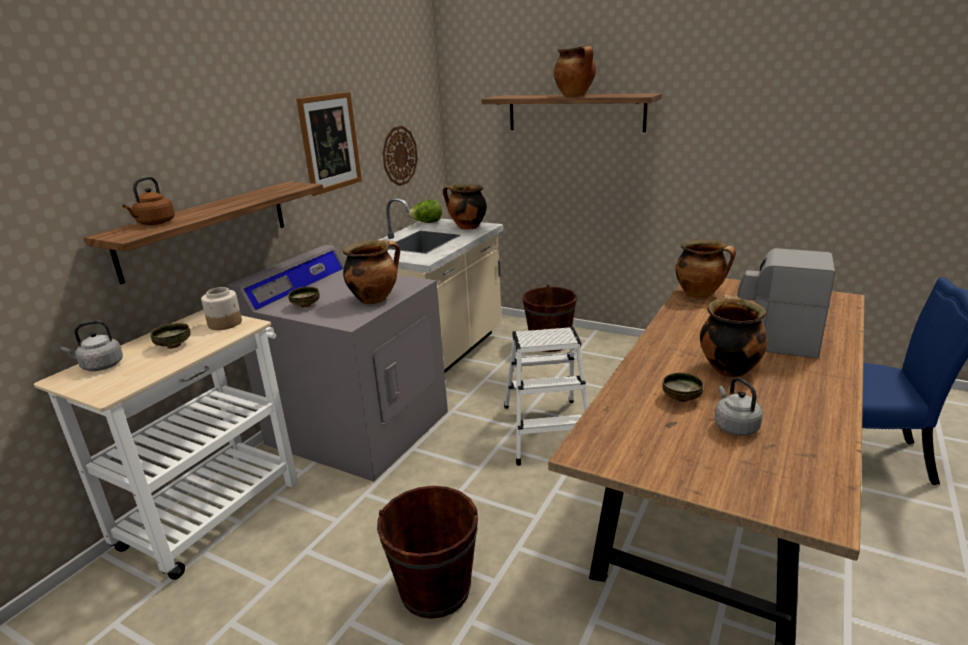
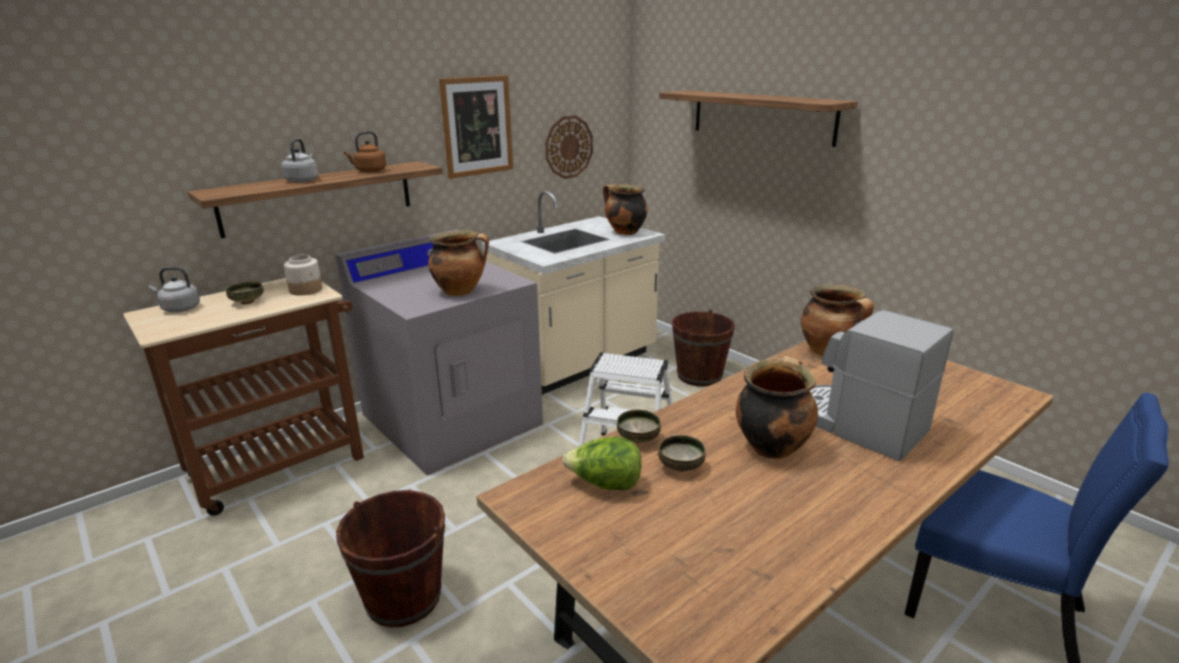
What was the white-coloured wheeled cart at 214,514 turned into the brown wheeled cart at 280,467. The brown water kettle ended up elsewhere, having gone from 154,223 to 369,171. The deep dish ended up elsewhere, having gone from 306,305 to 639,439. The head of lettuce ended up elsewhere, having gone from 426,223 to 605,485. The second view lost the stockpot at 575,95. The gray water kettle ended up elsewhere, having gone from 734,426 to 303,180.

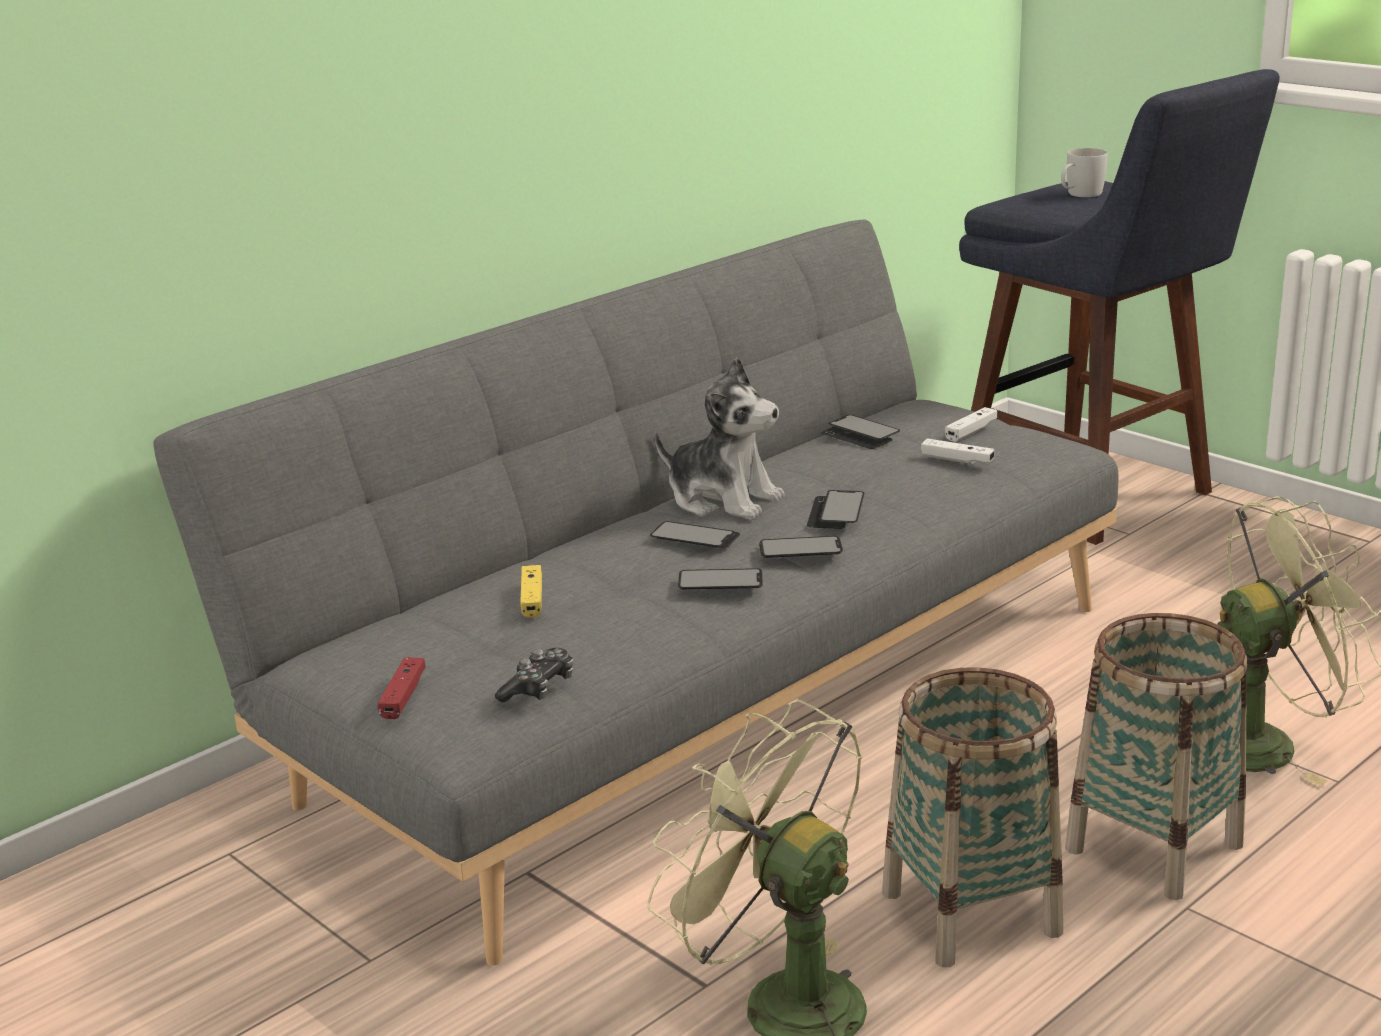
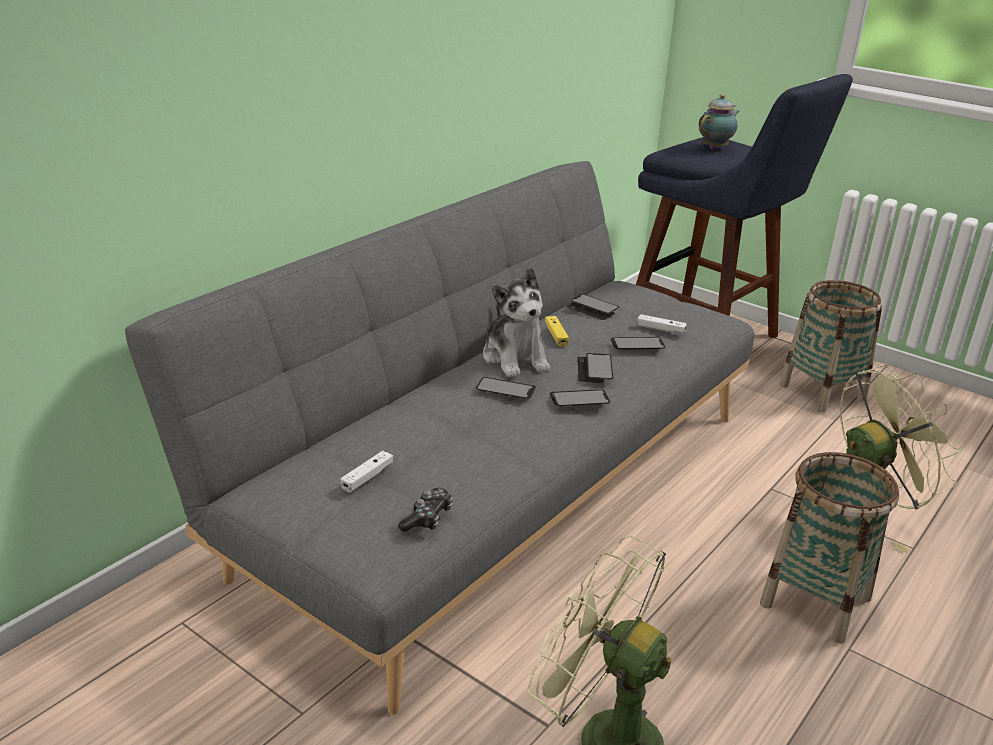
The second view lost the red game controller at 403,696. The yellow game controller ended up elsewhere, having gone from 532,599 to 556,335. The plush toy at 723,499 ended up facing another way, 45 degrees clockwise from before. The telephone ended up elsewhere, having gone from 720,582 to 637,345. The basket ended up elsewhere, having gone from 970,912 to 822,392. The white-coloured game controller ended up elsewhere, having gone from 971,431 to 367,477. Where the white-coloured coffee mug stood at 1079,195, the pot for tea came to stand at 715,148.

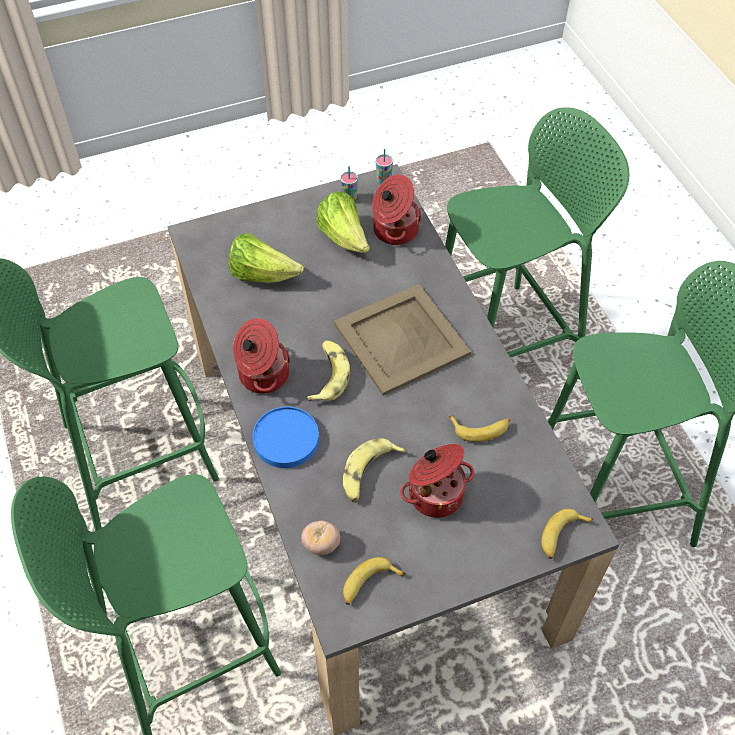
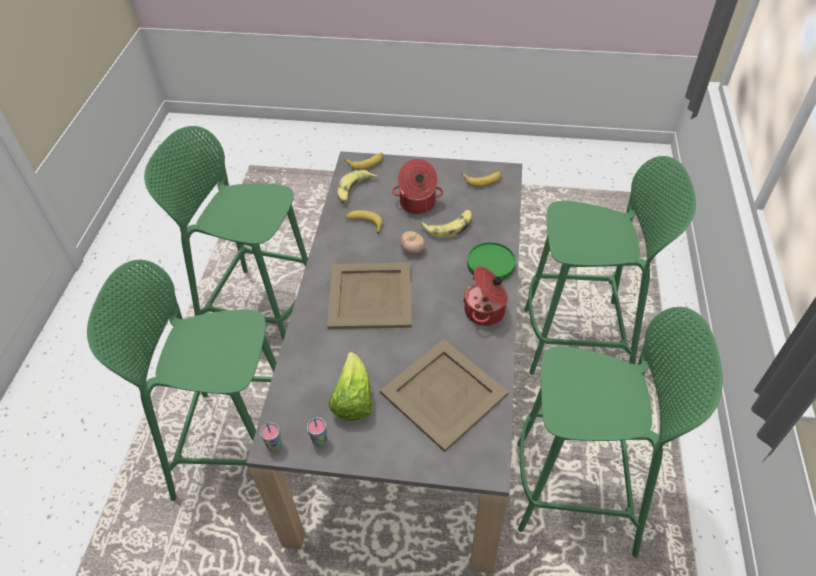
Where the head of lettuce stood at 262,275, the sand-coloured carrying tray came to stand at 444,394. What was the bluish flat dish at 285,439 turned into the greenish flat dish at 491,264. The fresh tomato ended up elsewhere, having gone from 321,544 to 412,250. The banana fruit ended up elsewhere, having gone from 328,375 to 354,190. The second view lost the stockpot at 394,230.

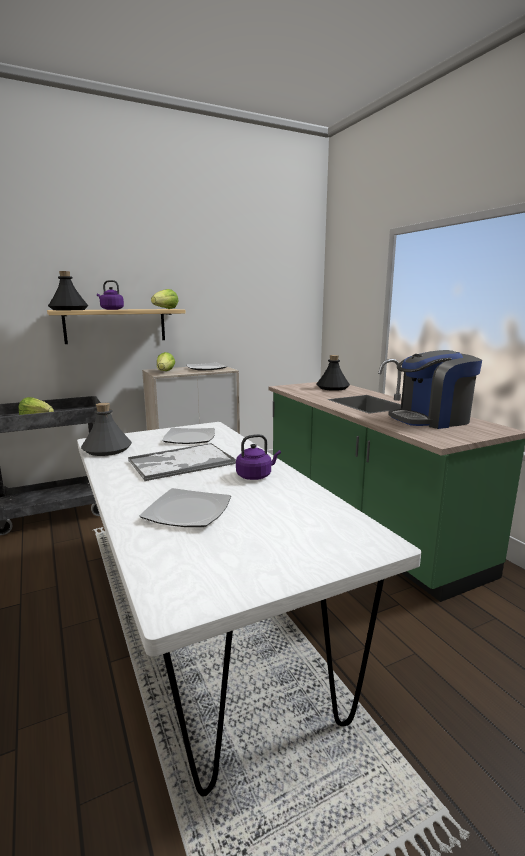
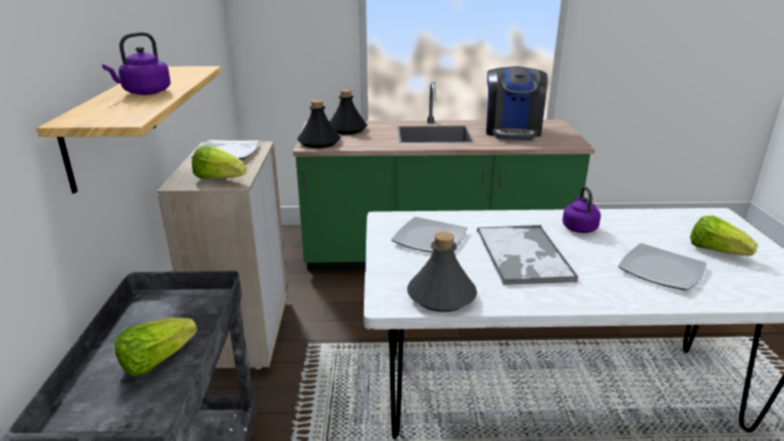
The black bottle ended up elsewhere, having gone from 68,310 to 319,142. The head of lettuce ended up elsewhere, having gone from 165,309 to 716,251.

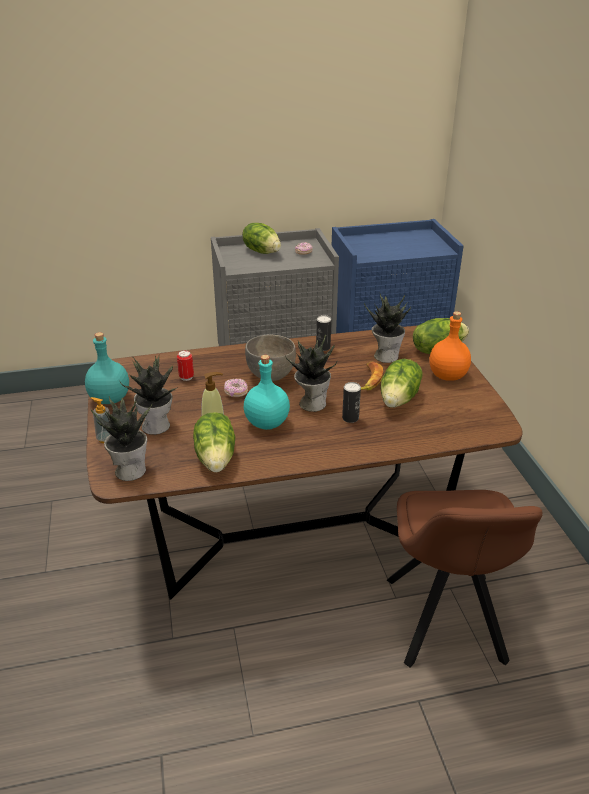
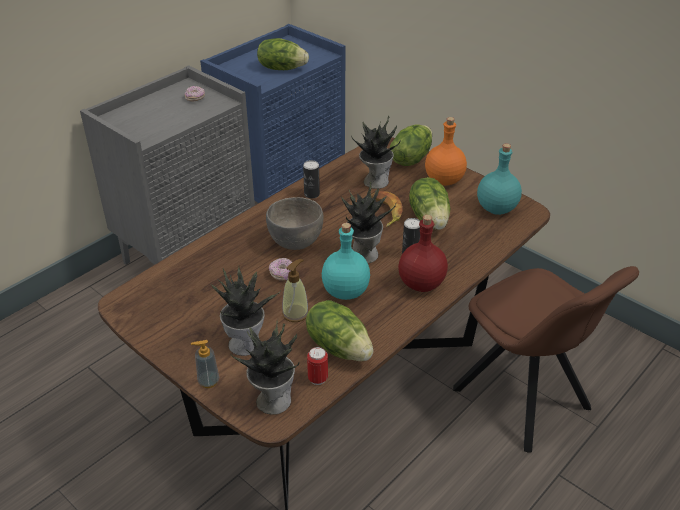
The turquoise-coloured bottle ended up elsewhere, having gone from 110,399 to 497,208. The sealed can ended up elsewhere, having gone from 186,377 to 318,379. The head of lettuce ended up elsewhere, having gone from 262,251 to 282,68. The second view gained the red bottle at 422,283.

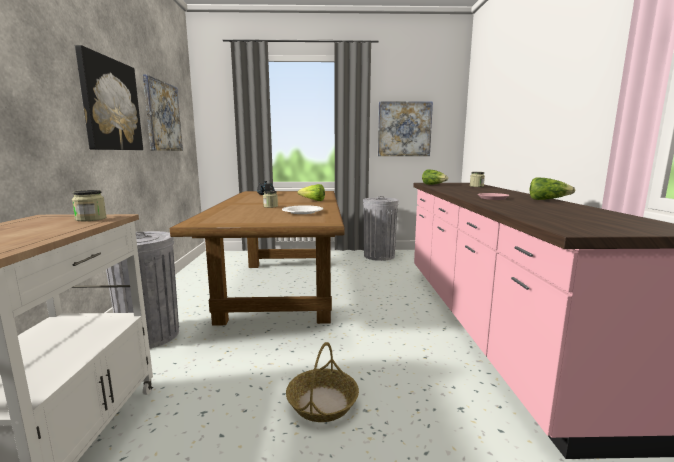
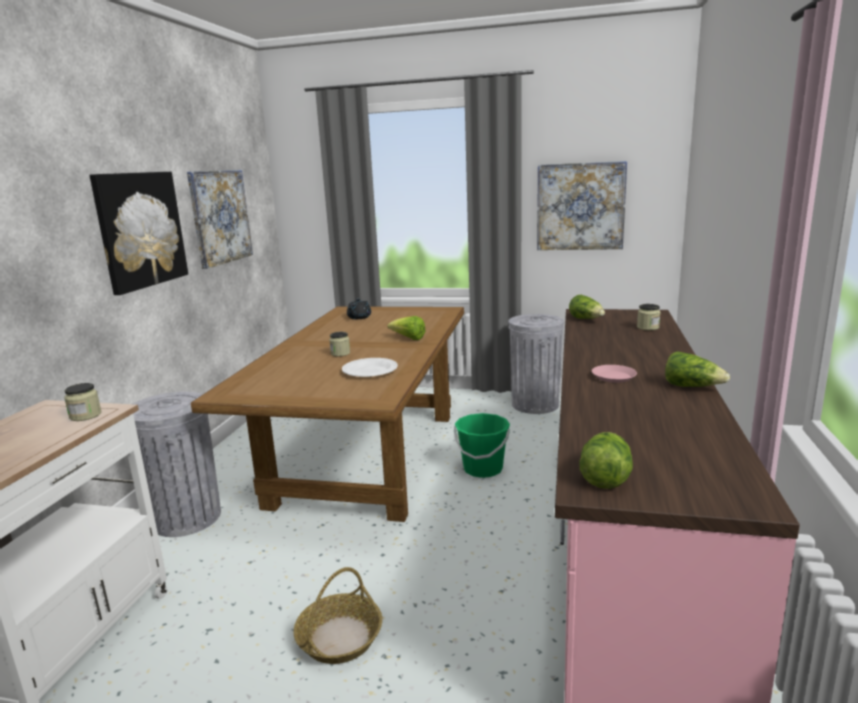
The second view gained the greenish pail at 482,469. The second view gained the head of lettuce at 604,476.

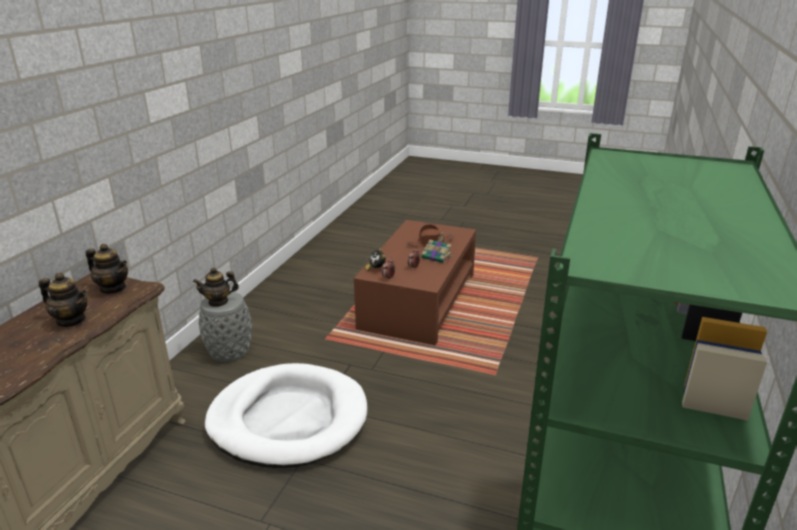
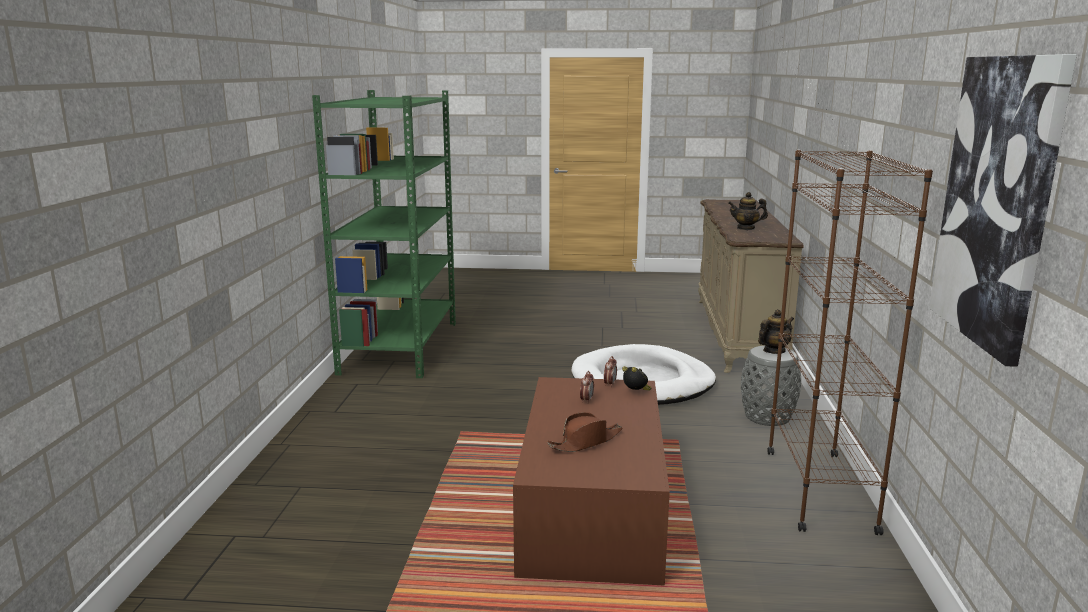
The second view lost the pot for tea at 113,288. The second view lost the volume at 437,257. The second view gained the brown bookcase at 819,489. The second view gained the wall art at 997,202.

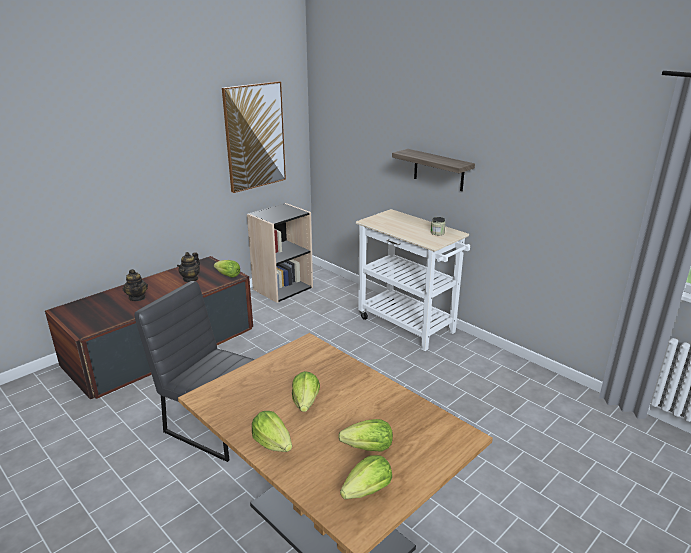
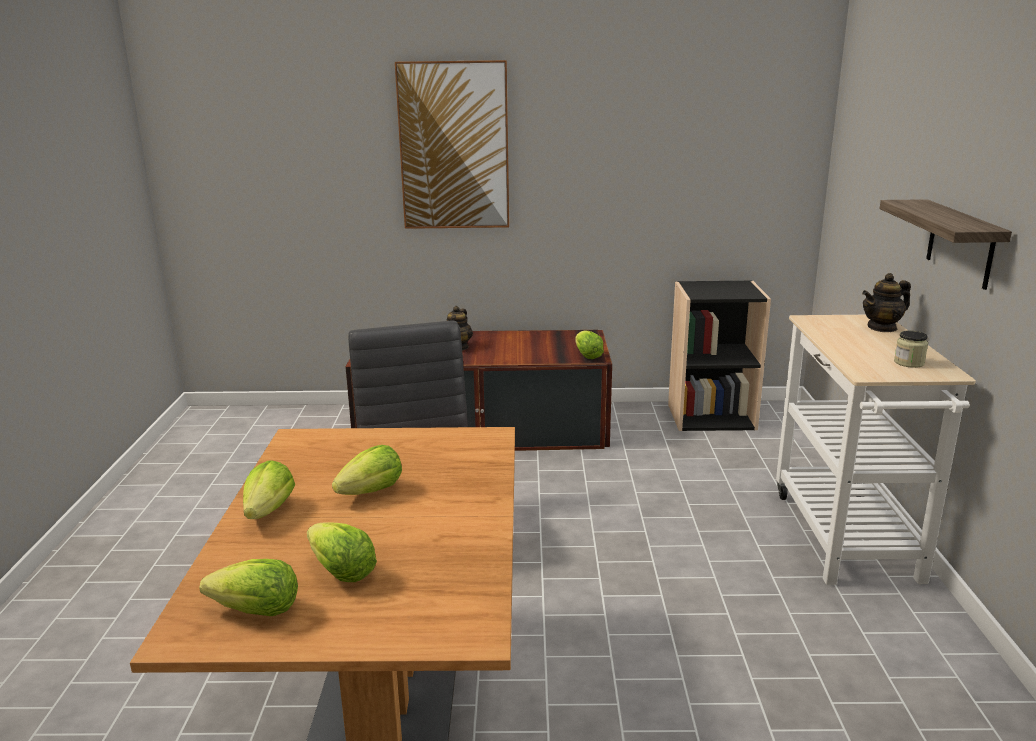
The pot for tea ended up elsewhere, having gone from 191,279 to 882,328. The wall art ended up elsewhere, having gone from 254,136 to 454,146.

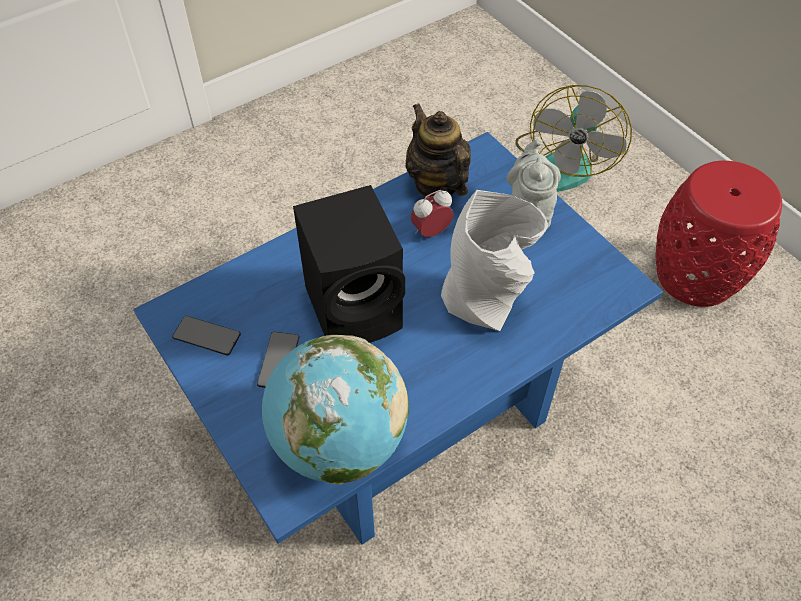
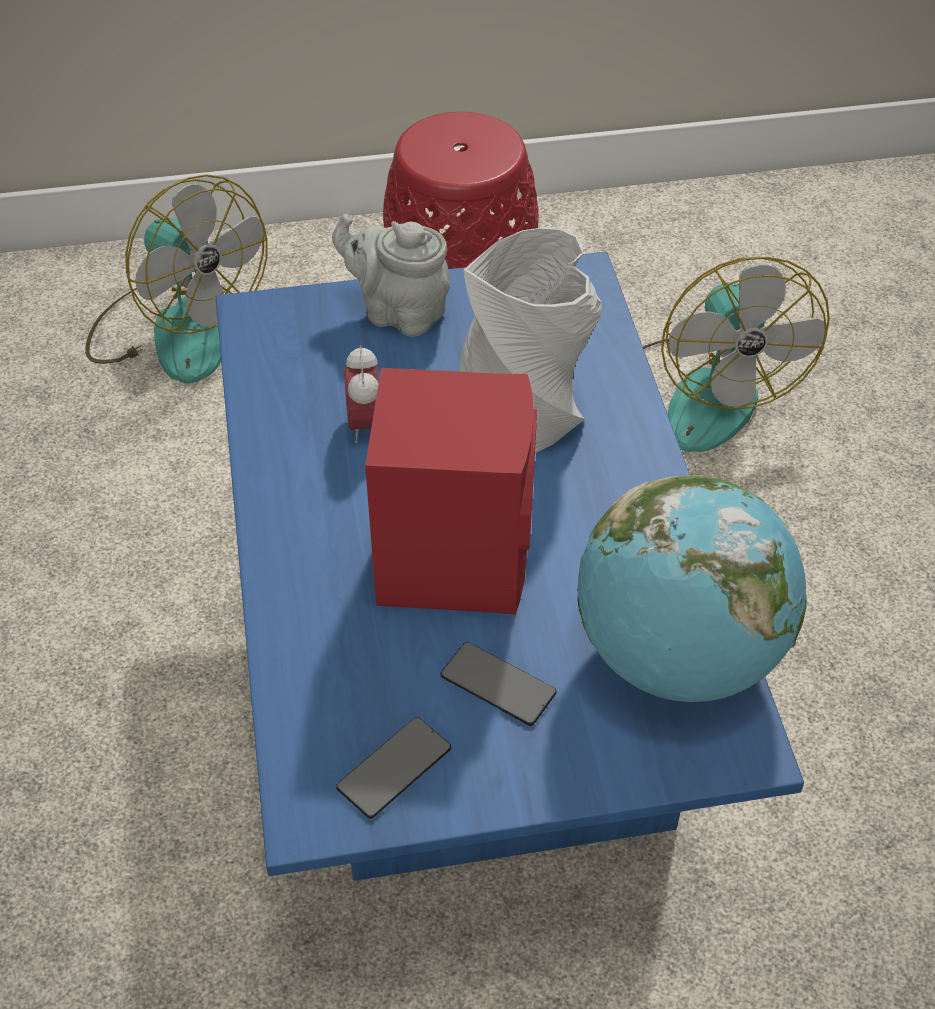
What was the black audio speaker at 357,308 turned into the red audio speaker at 454,557. The second view lost the pot for tea at 436,183. The second view gained the fan at 702,392.

